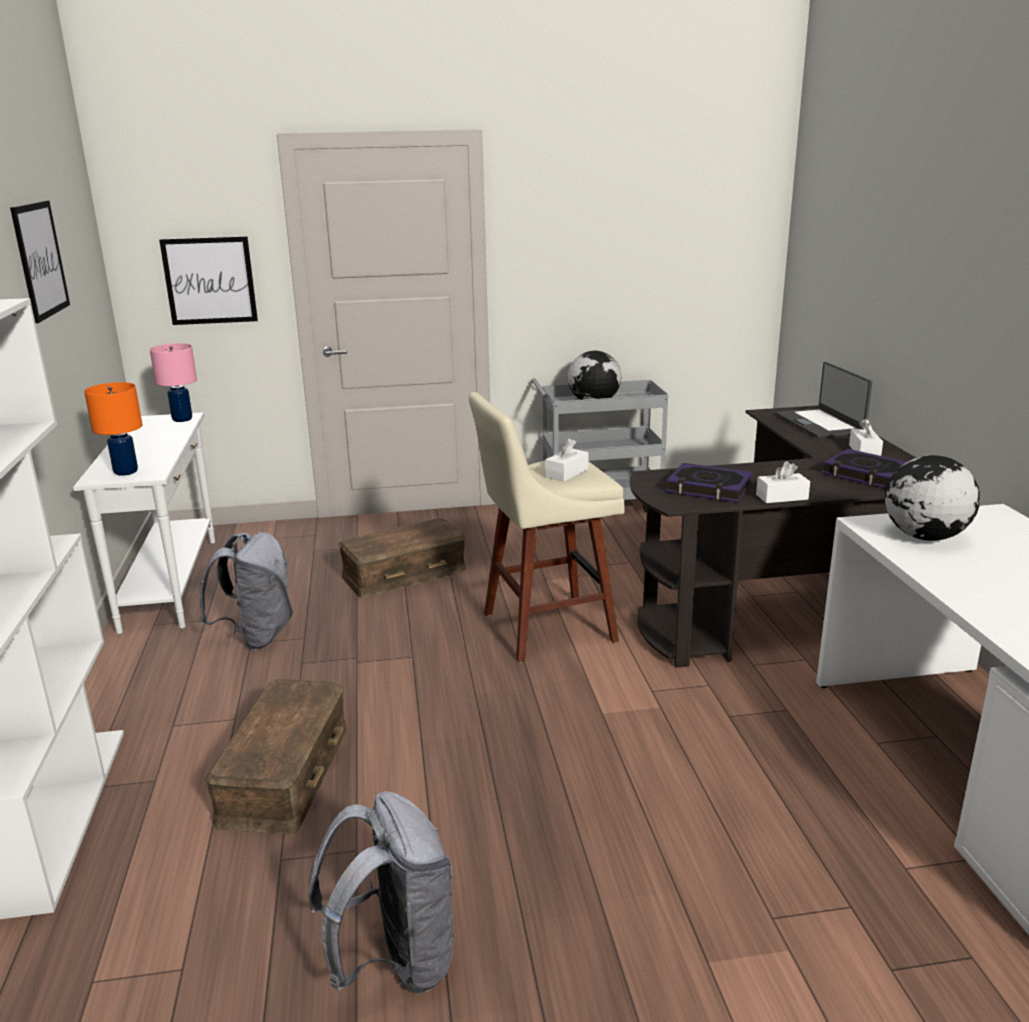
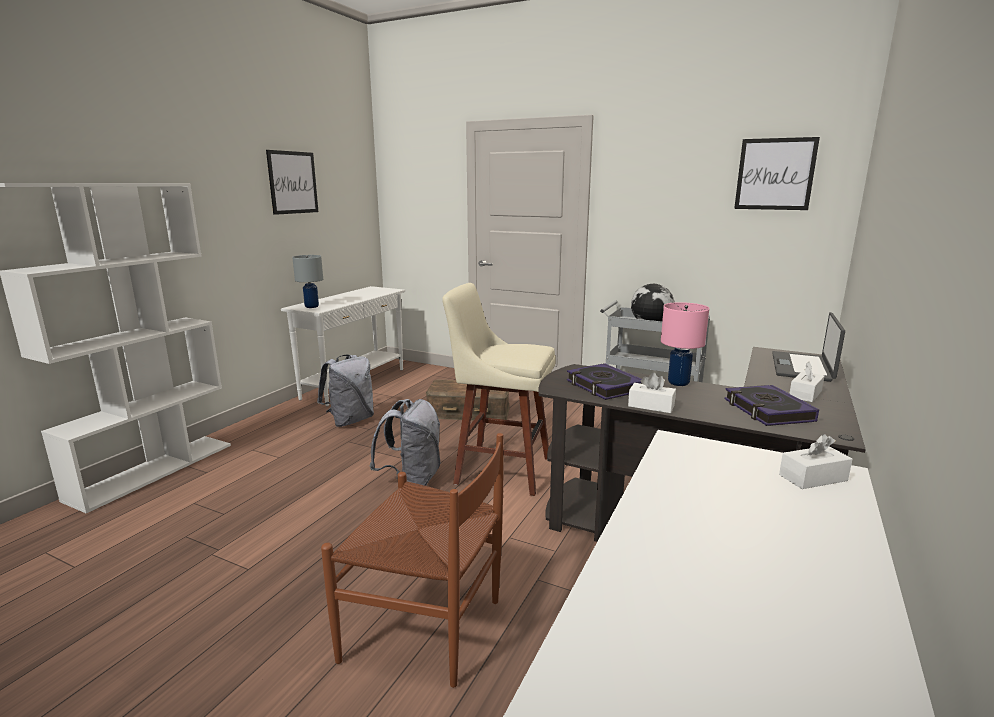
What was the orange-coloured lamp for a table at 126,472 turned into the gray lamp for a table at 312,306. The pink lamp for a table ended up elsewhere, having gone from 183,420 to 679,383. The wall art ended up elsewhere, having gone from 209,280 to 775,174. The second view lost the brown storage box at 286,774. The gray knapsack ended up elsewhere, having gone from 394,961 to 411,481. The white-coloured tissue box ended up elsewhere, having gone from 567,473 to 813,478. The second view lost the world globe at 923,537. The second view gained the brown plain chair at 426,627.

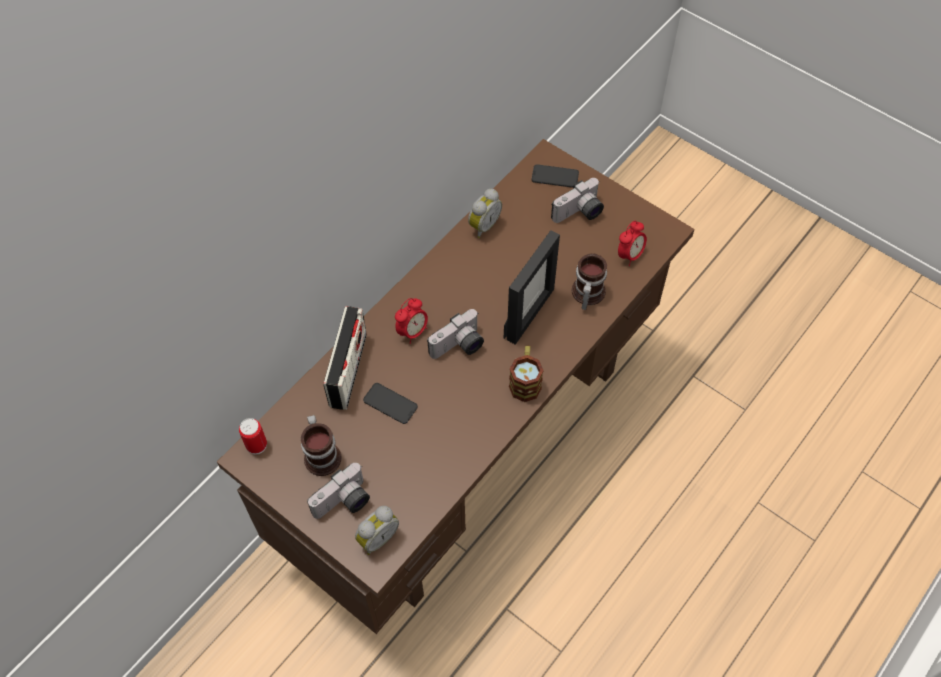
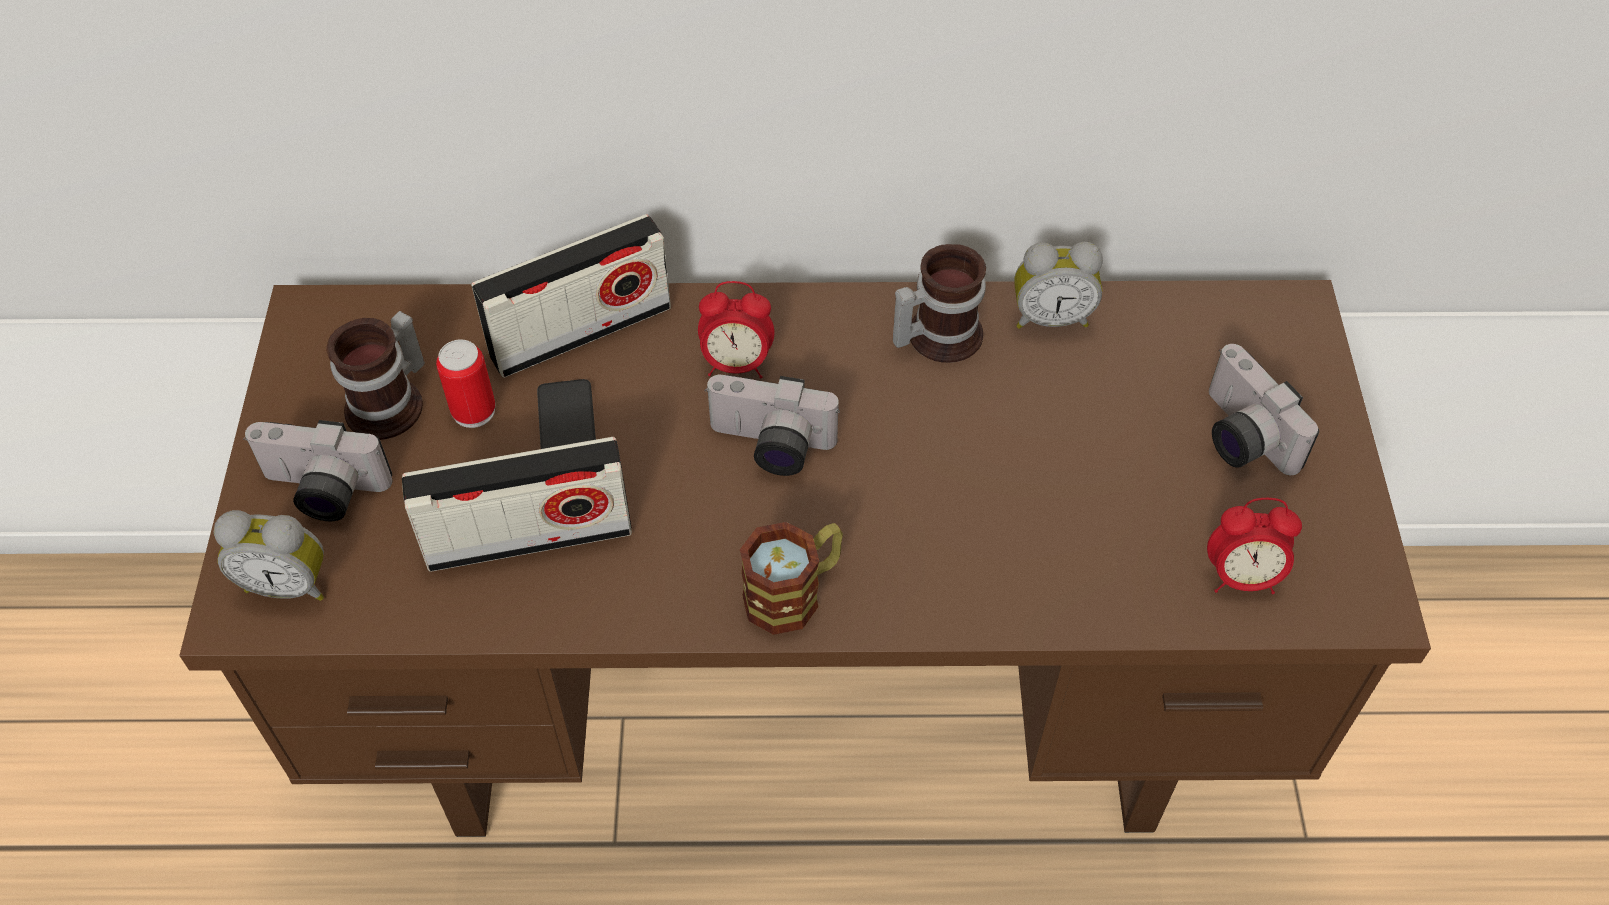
The sealed can ended up elsewhere, having gone from 256,445 to 473,411. The second view lost the photo frame at 529,313. The second view lost the telephone at 555,176. The still camera at 579,213 ended up facing another way, 45 degrees clockwise from before. The coffee mug ended up elsewhere, having gone from 586,294 to 936,334. The second view gained the radio receiver at 529,537.

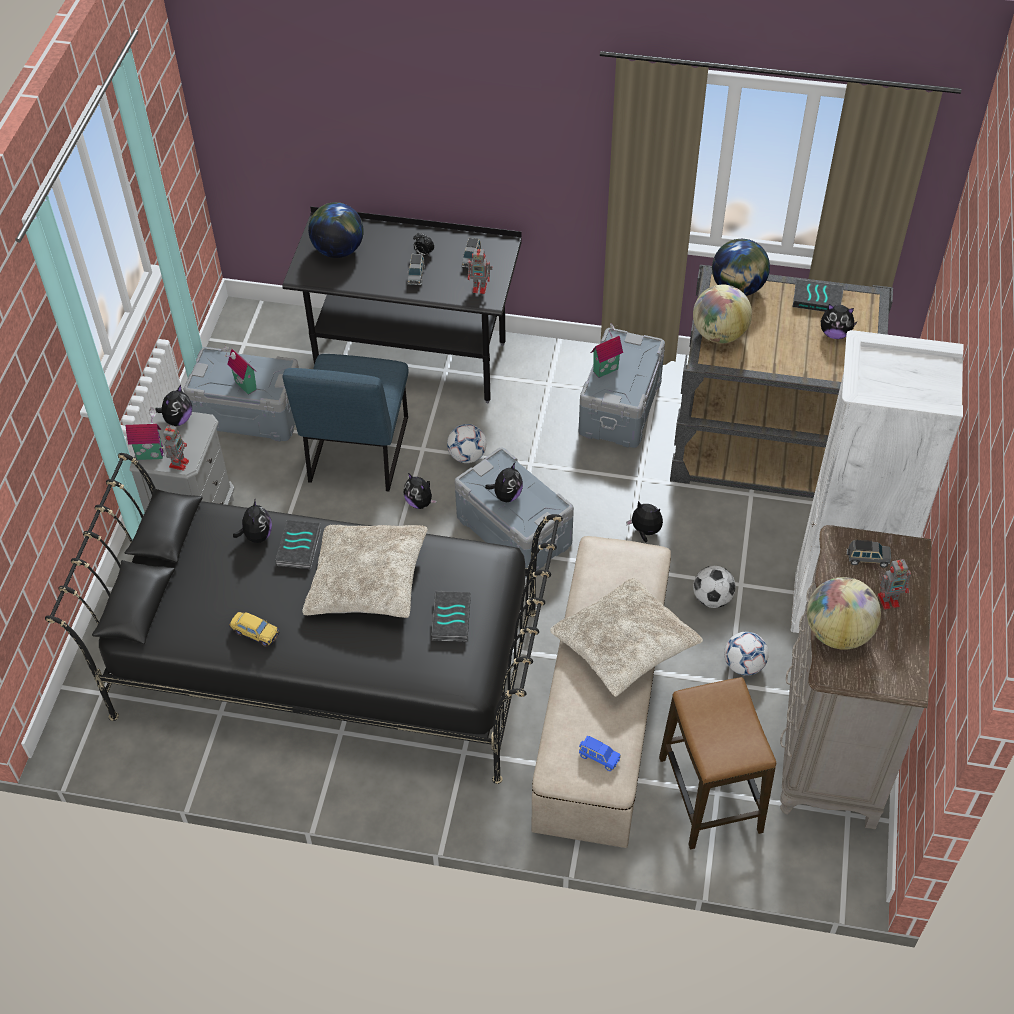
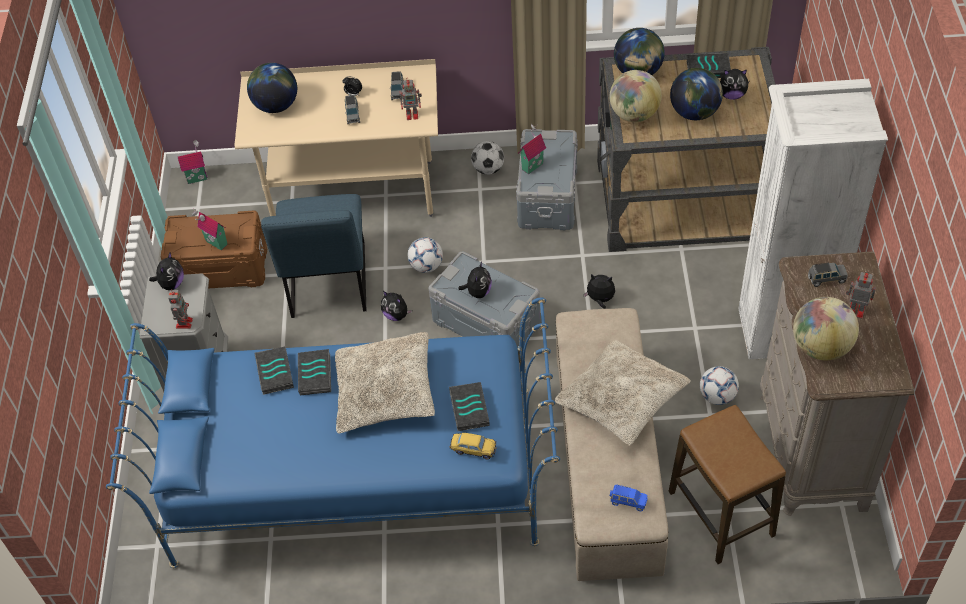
What was the black sleeping bed at 328,665 turned into the bluish sleeping bed at 356,475. The model house ended up elsewhere, having gone from 150,453 to 197,177. What was the gray storage box at 249,412 turned into the brown storage box at 220,267. The model car ended up elsewhere, having gone from 255,632 to 473,449. Where the plush toy stood at 257,536, the volume came to stand at 273,372. What was the black desk at 412,361 turned into the sand-coloured desk at 353,193. The football ball ended up elsewhere, having gone from 712,598 to 488,169. The toy robot at 889,600 ended up facing another way, 135 degrees counterclockwise from before. The second view gained the world globe at 694,112.

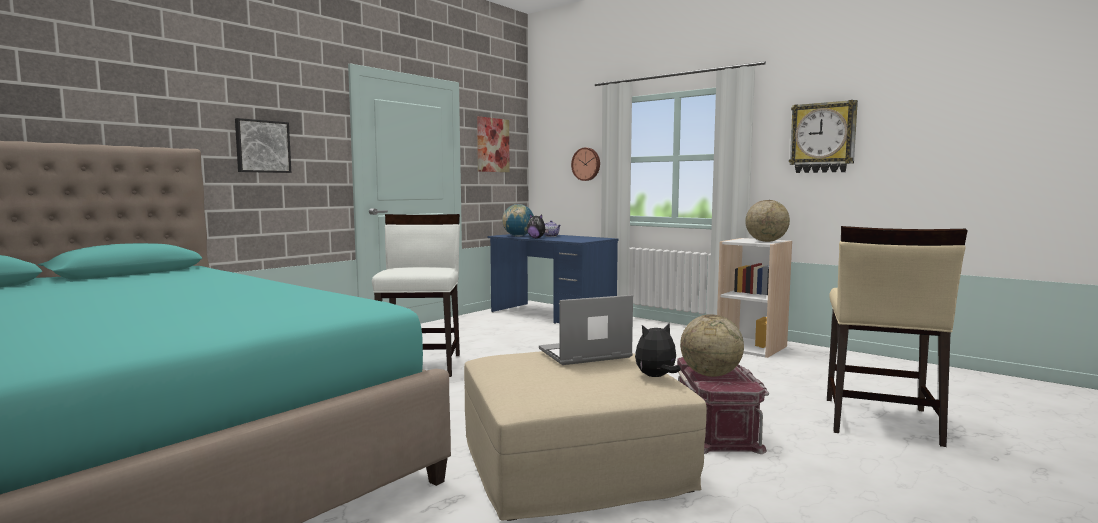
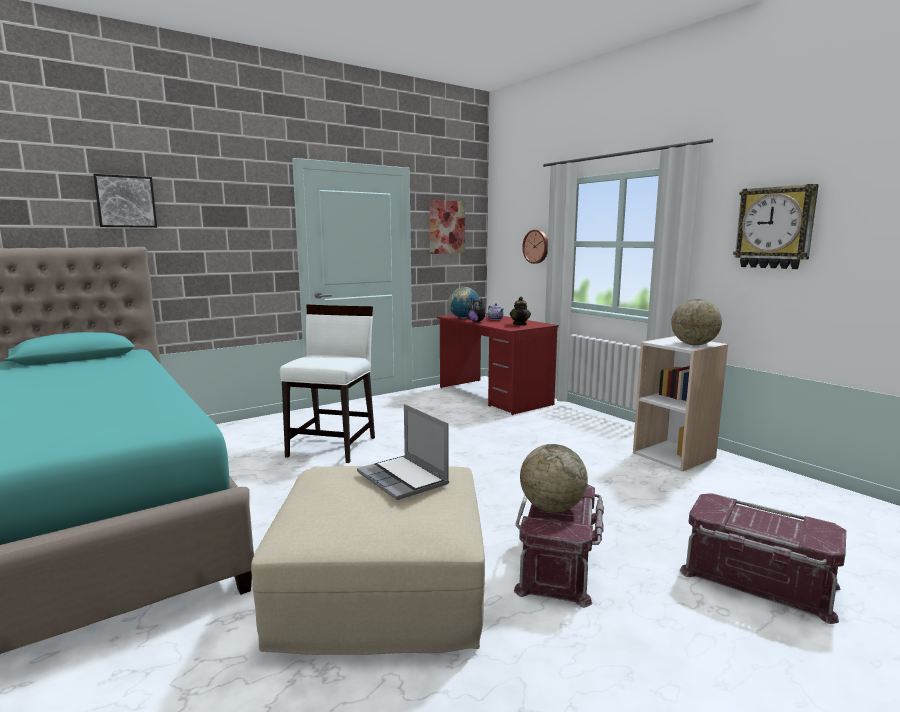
The wall art ended up elsewhere, having gone from 262,146 to 125,201. What was the bluish desk at 552,315 turned into the red desk at 493,396. The notebook computer at 584,354 ended up facing another way, 120 degrees counterclockwise from before. The second view lost the plush toy at 656,377. Where the sand-coloured plain chair stood at 879,421, the red storage box came to stand at 757,580. The second view gained the pot for tea at 520,324.

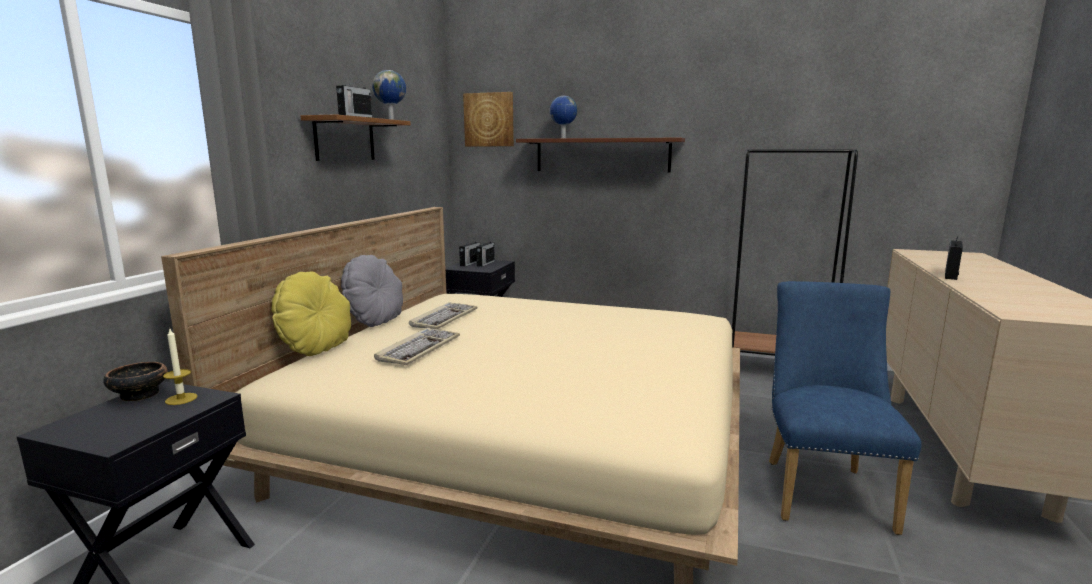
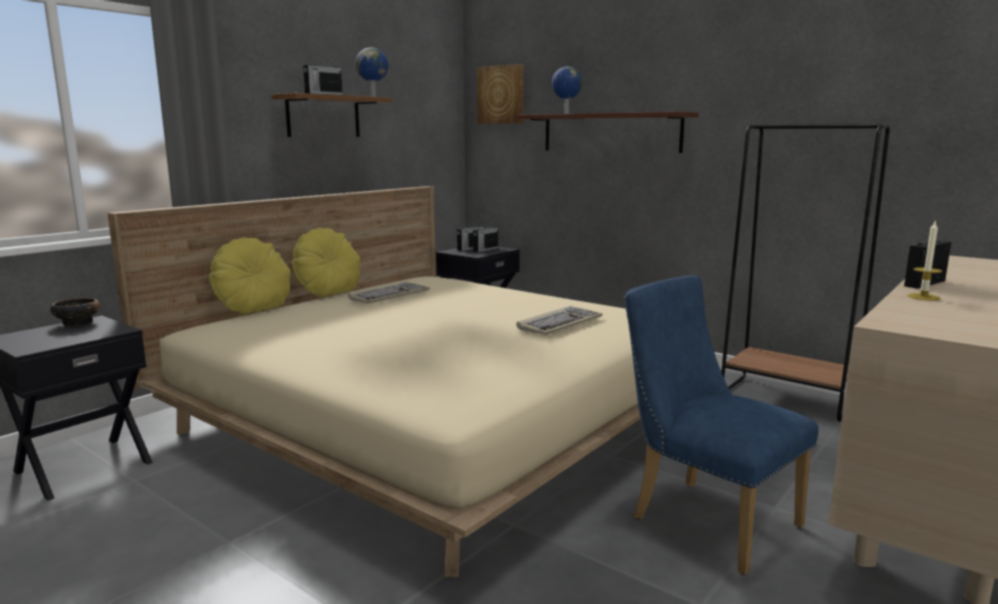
The candle ended up elsewhere, having gone from 181,399 to 923,297. What was the gray pillow at 375,322 turned into the yellow pillow at 328,294. The PC keyboard ended up elsewhere, having gone from 418,349 to 559,324. The bluish plain chair at 823,489 ended up facing another way, 75 degrees counterclockwise from before.

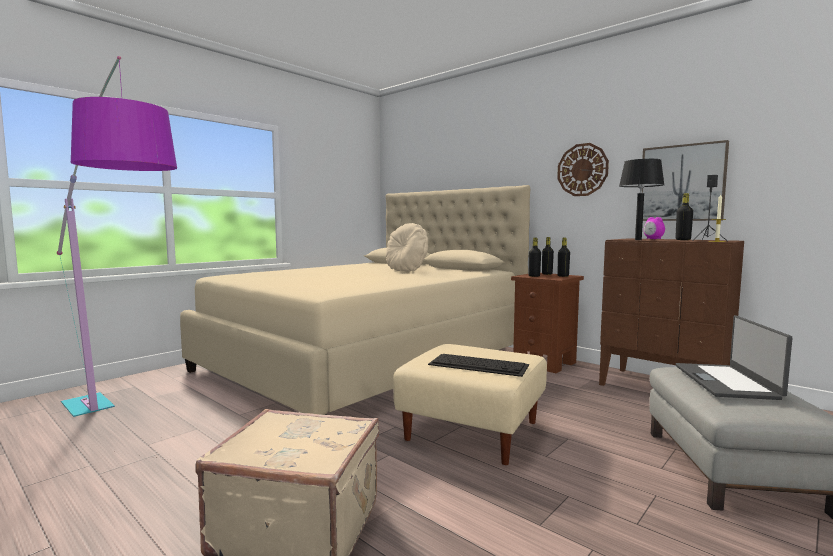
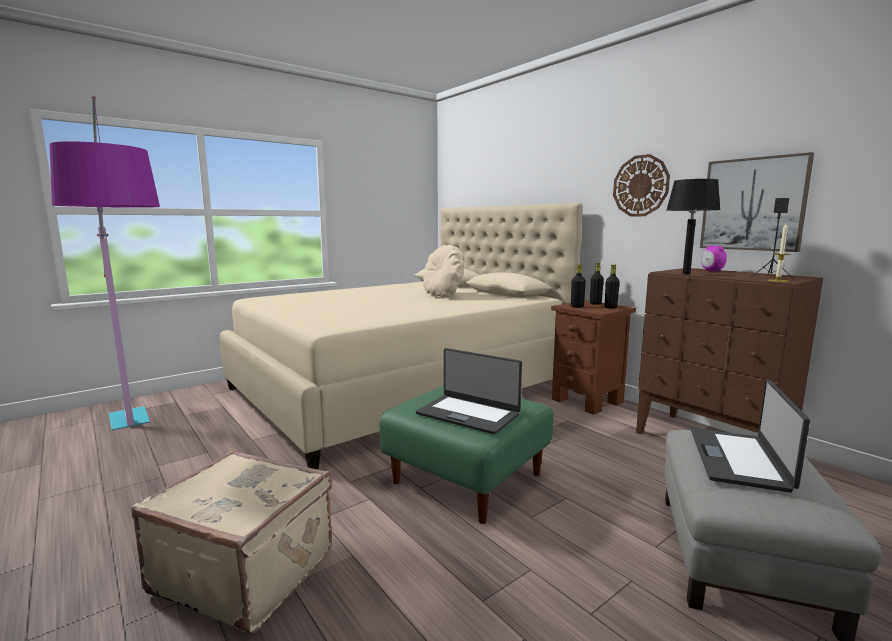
What was the sand-coloured ottoman at 473,430 turned into the greenish ottoman at 468,478. Where the PC keyboard stood at 479,365, the notebook computer came to stand at 468,414. The second view lost the black bottle at 683,240.

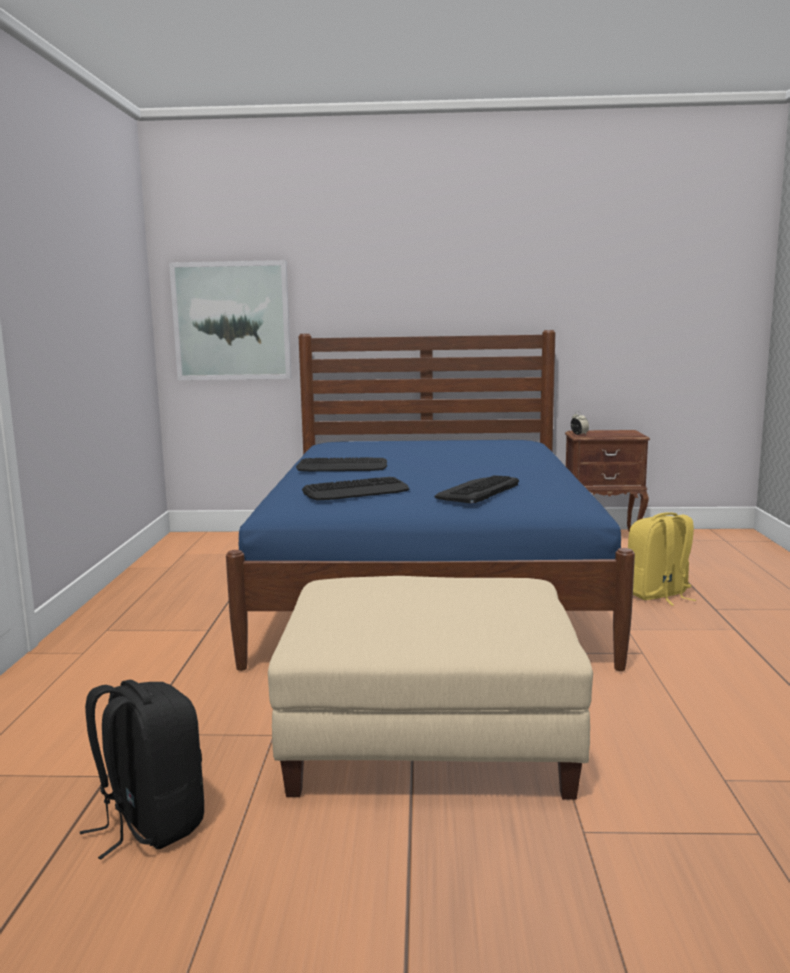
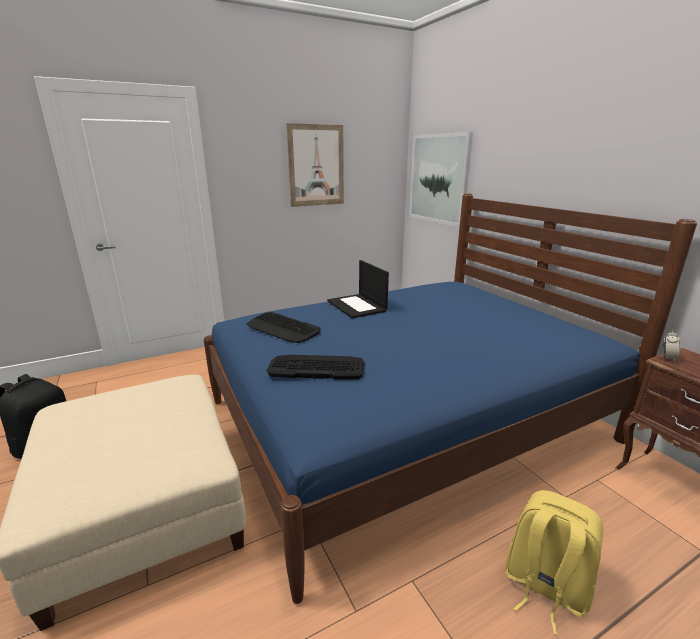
Where the PC keyboard stood at 342,467, the notebook computer came to stand at 357,306. The second view gained the wall art at 316,166.

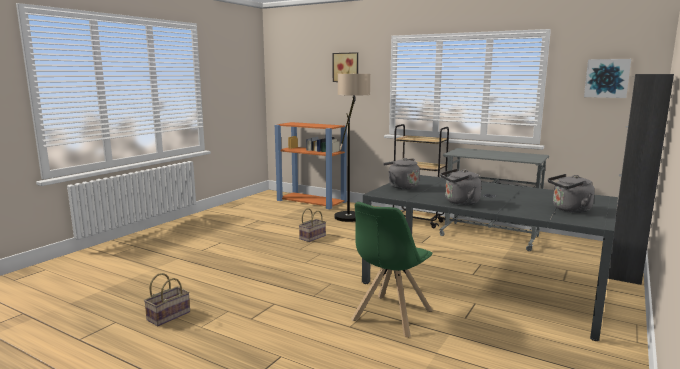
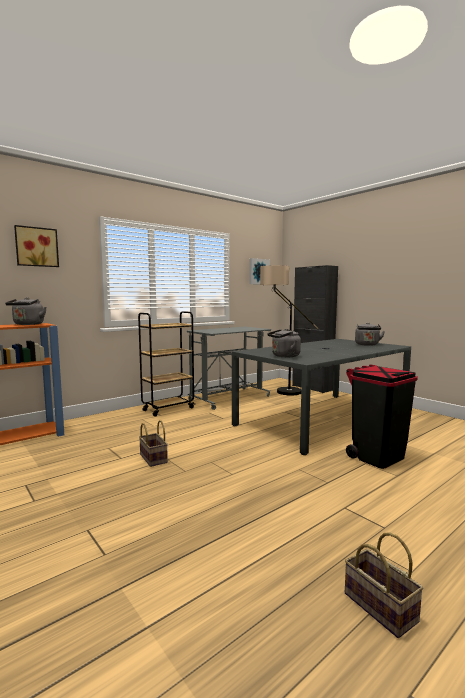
The standard lamp ended up elsewhere, having gone from 351,214 to 280,390. Where the greenish plain chair stood at 390,317, the black waste bin came to stand at 377,457. The gray water kettle ended up elsewhere, having gone from 460,202 to 28,324.

